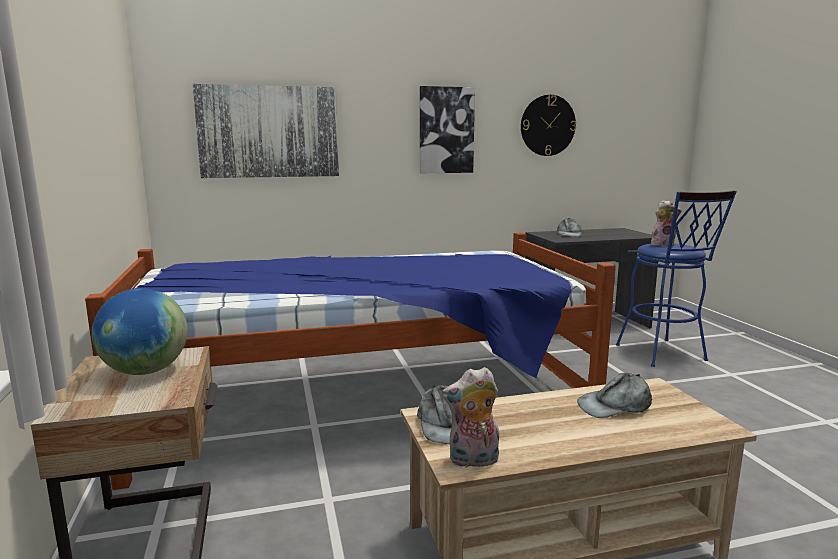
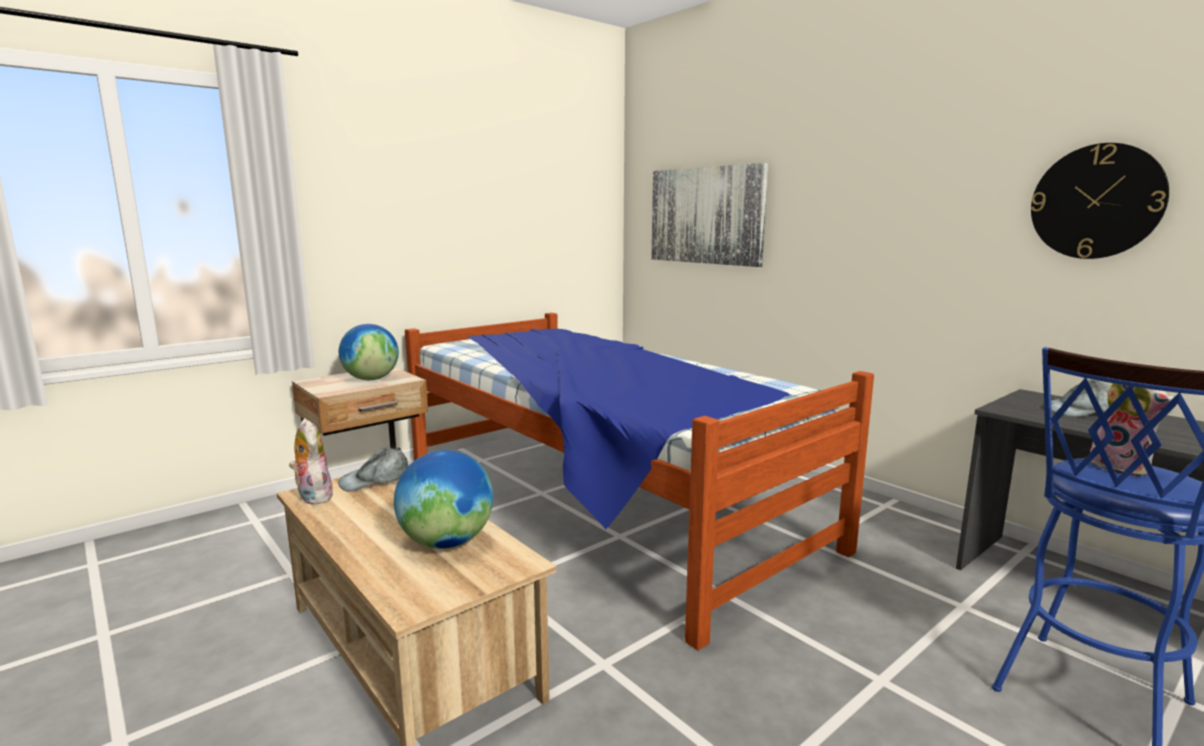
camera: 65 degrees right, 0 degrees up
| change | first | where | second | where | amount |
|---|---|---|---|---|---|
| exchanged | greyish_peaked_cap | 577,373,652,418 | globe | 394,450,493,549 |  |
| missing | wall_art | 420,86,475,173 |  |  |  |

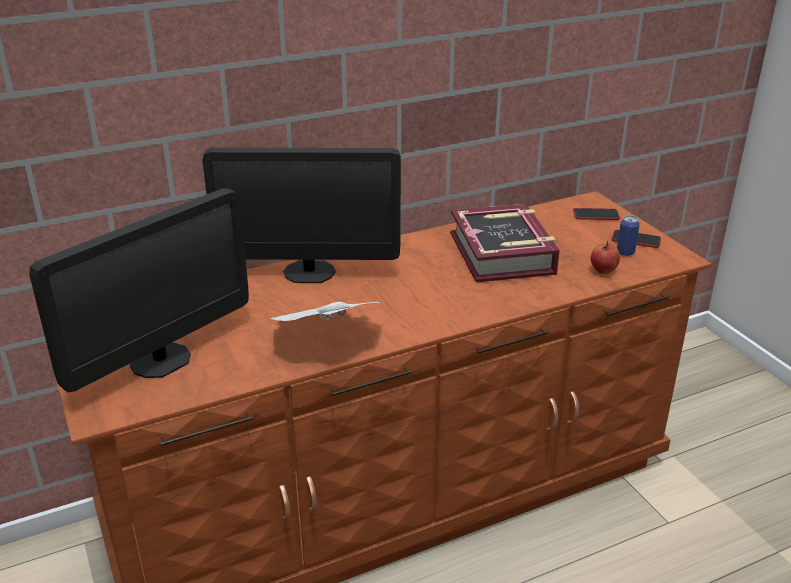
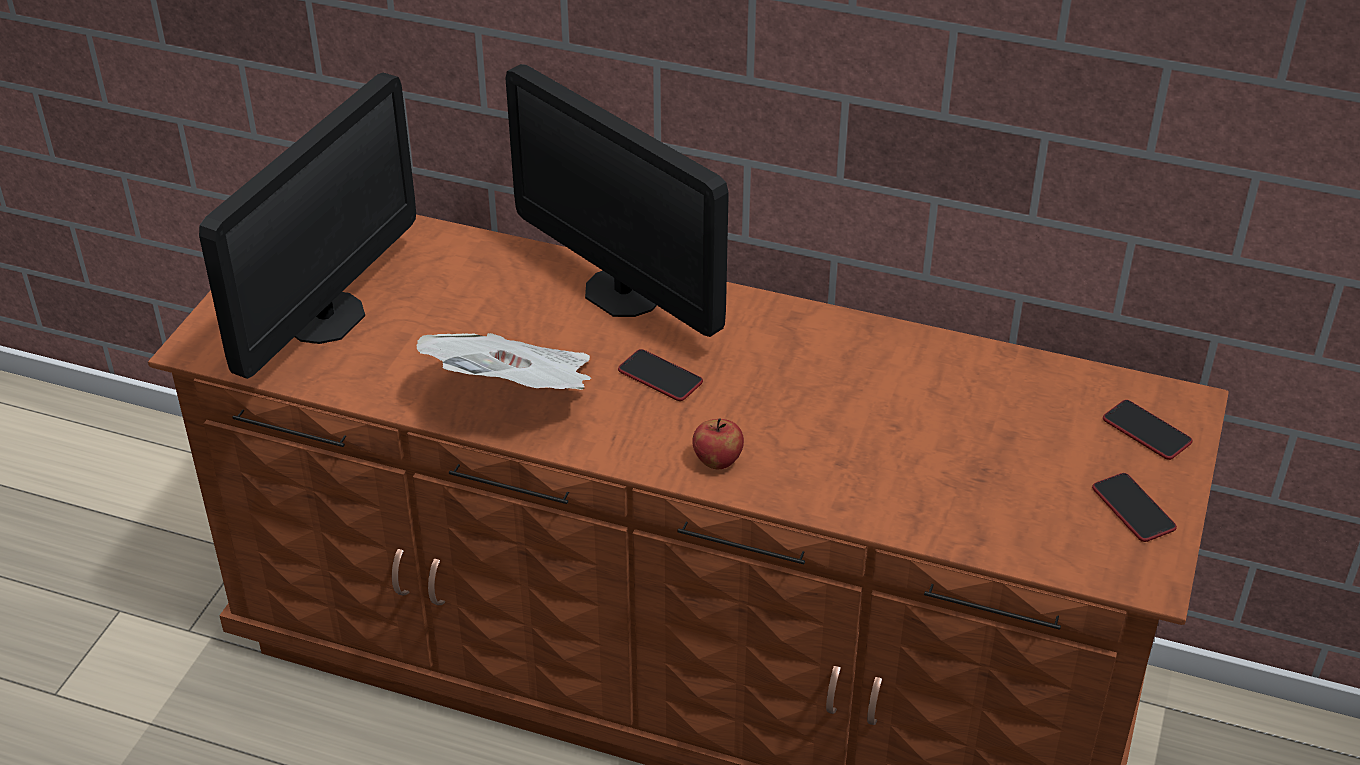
camera: 45 degrees right, 10 degrees up
| change | first | where | second | where | amount |
|---|---|---|---|---|---|
| spun | computer_screen | 29,188,249,393 |  | 199,73,416,379 | 60 degrees counterclockwise |
| appeared |  |  | phone | 618,349,703,401 |  |
| relocated | apple_fruit | 591,241,620,274 |  | 692,418,744,469 |  |
| missing | volume | 451,204,560,283 |  |  |  |
| missing | can | 617,215,640,256 |  |  |  |

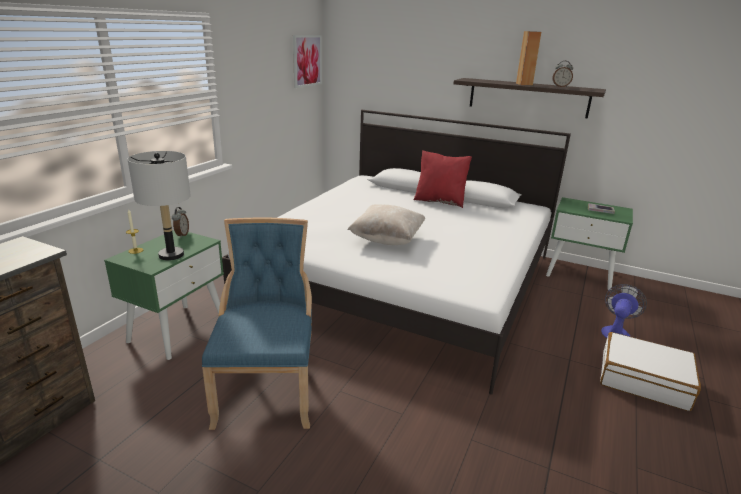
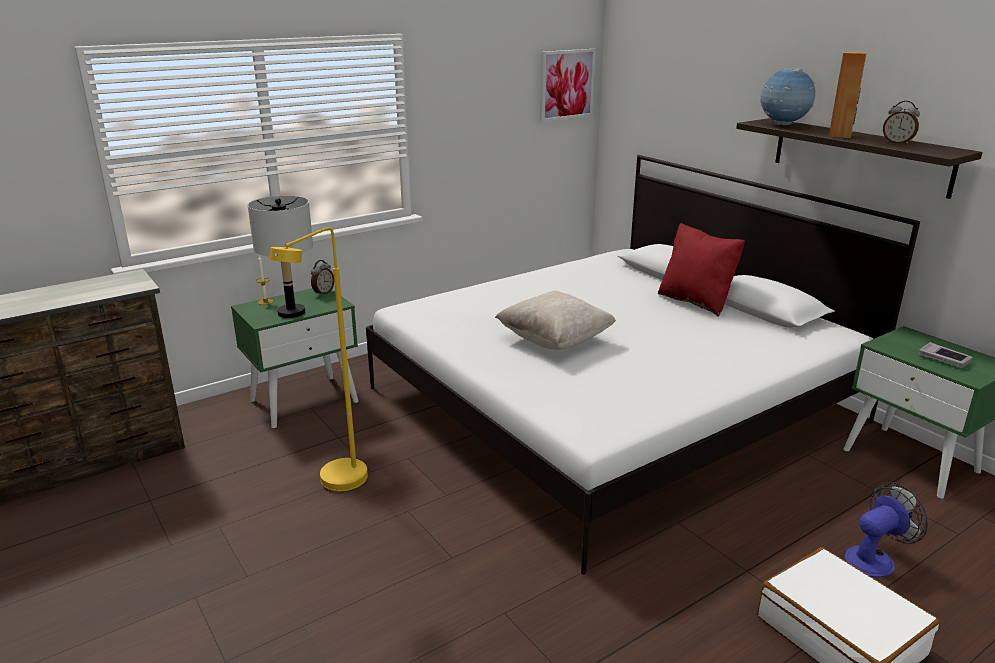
camera: 30 degrees right, 0 degrees up
| change | first | where | second | where | amount |
|---|---|---|---|---|---|
| exchanged | blue_upright_chair | 202,217,312,430 | yellow_standard_lamp | 270,227,368,491 |  |
| appeared |  |  | globe | 760,67,816,126 |  |

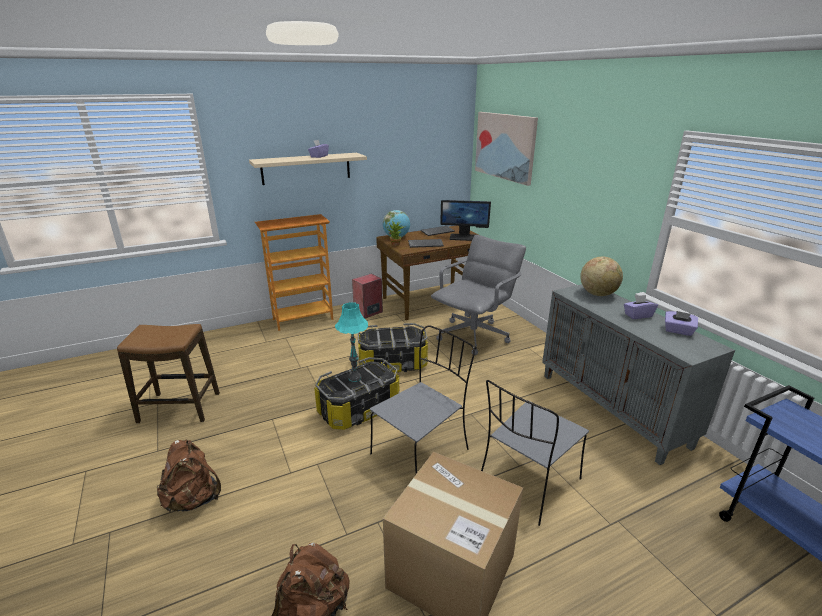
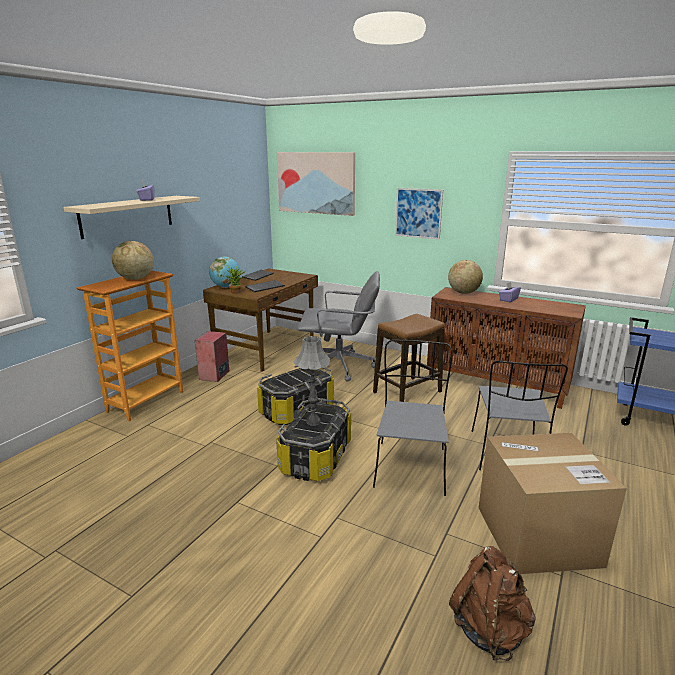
camera: 35 degrees left, 5 degrees down
| change | first | where | second | where | amount |
|---|---|---|---|---|---|
| appeared |  |  | globe | 112,241,154,280 |  |
| colour | blue-green_table_lamp | 335,302,368,382 | greyish_table_lamp | 294,336,330,426 |  |
| spun | greyish_desk_chair | 431,235,526,355 |  | 297,271,380,381 | 90 degrees clockwise |
| relocated | sitting_stool | 117,324,220,423 |  | 373,314,445,402 |  |
| appeared |  |  | wall_art | 395,188,443,240 |  |
| colour | greyish_storage_cabinet | 542,284,735,465 | brown-coloured_storage_cabinet | 427,287,586,409 |  |
| missing | brown-coloured_knapsack | 157,440,221,512 |  |  |  |
| missing | computer_screen | 440,200,491,241 |  |  |  |
| missing | purple_tissue_box | 665,311,698,336 |  |  |  |

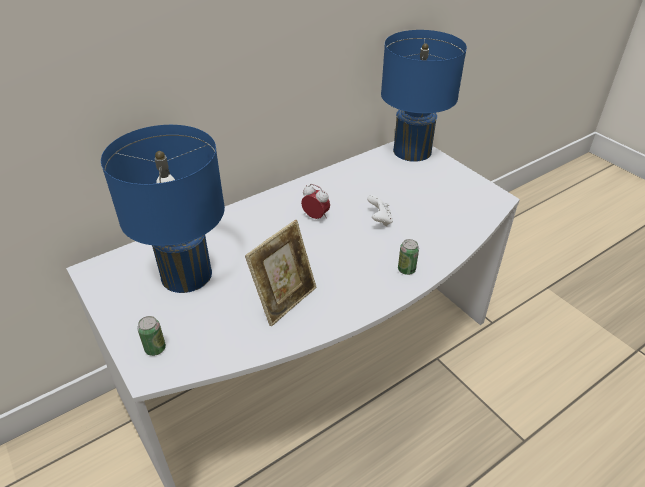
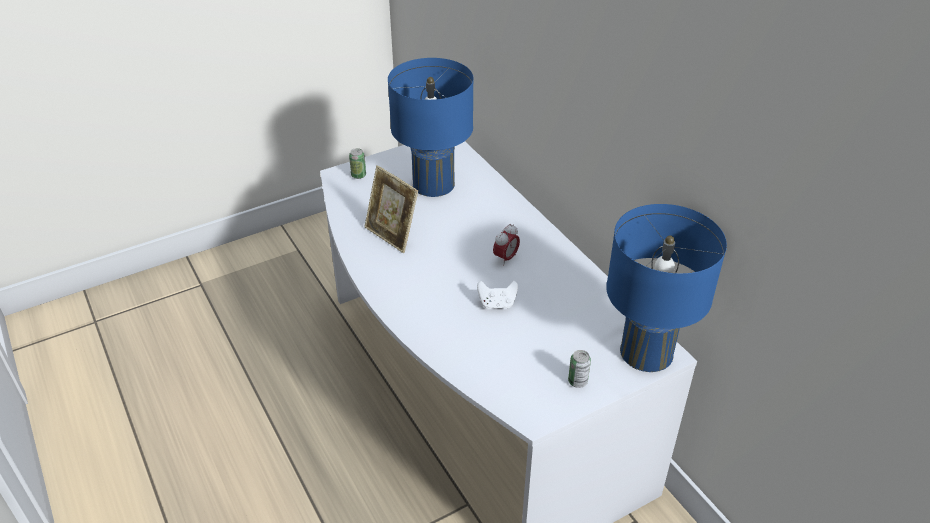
camera: 95 degrees right, 0 degrees up
| change | first | where | second | where | amount |
|---|---|---|---|---|---|
| relocated | can | 398,239,419,275 |  | 568,350,591,388 |  |

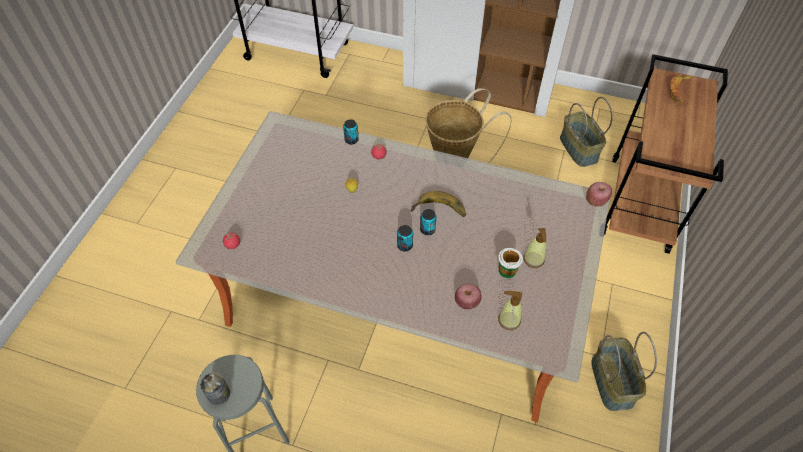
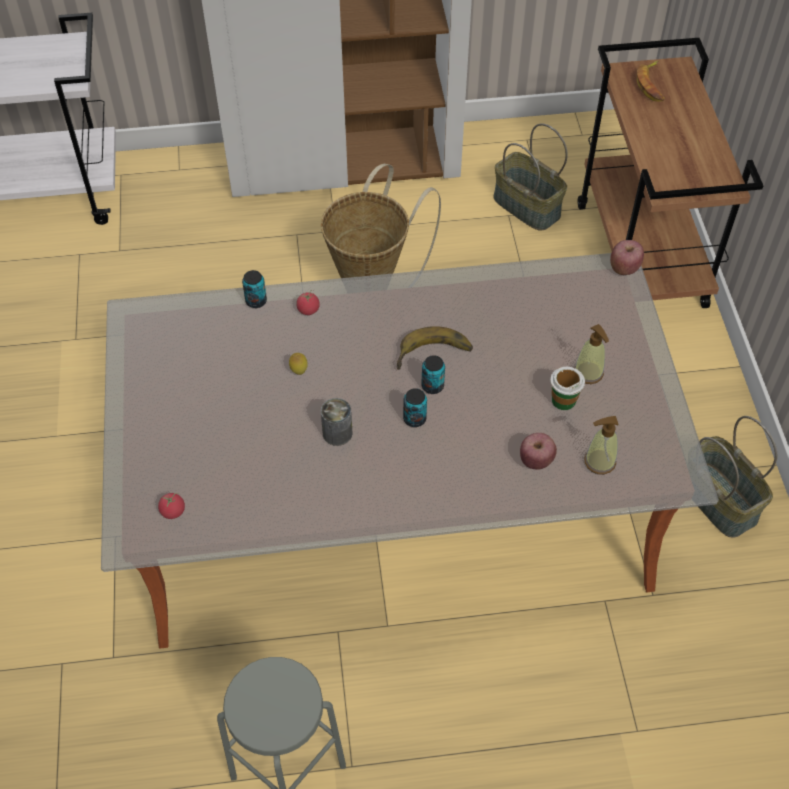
camera: 25 degrees left, 0 degrees up
| change | first | where | second | where | amount |
|---|---|---|---|---|---|
| relocated | can | 200,372,230,405 |  | 321,398,353,446 |  |

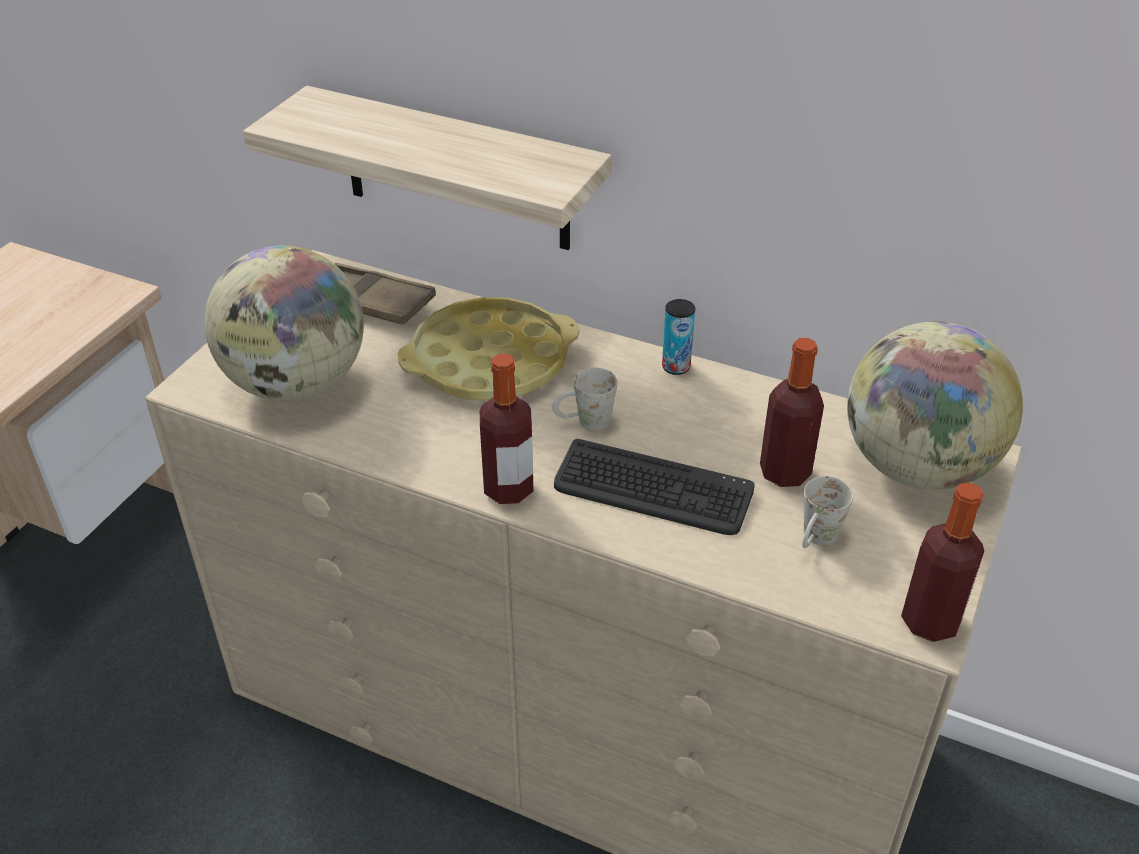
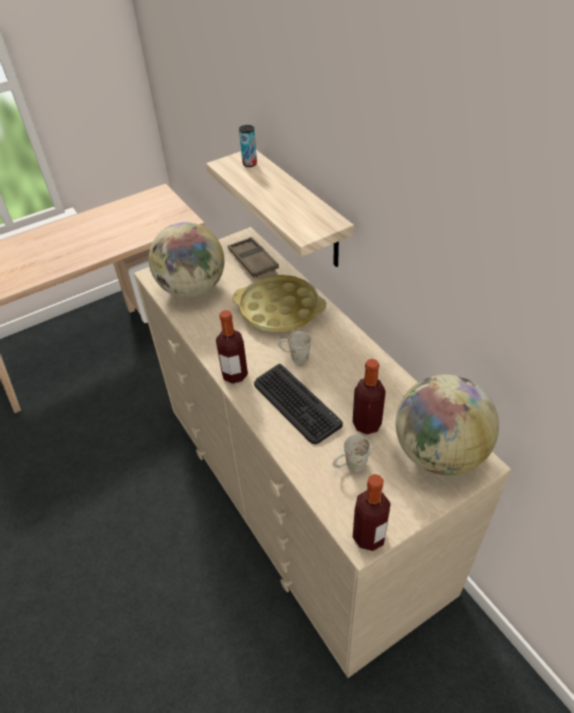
camera: 35 degrees right, 5 degrees up
| change | first | where | second | where | amount |
|---|---|---|---|---|---|
| relocated | can | 662,299,695,375 |  | 239,125,257,167 |  |

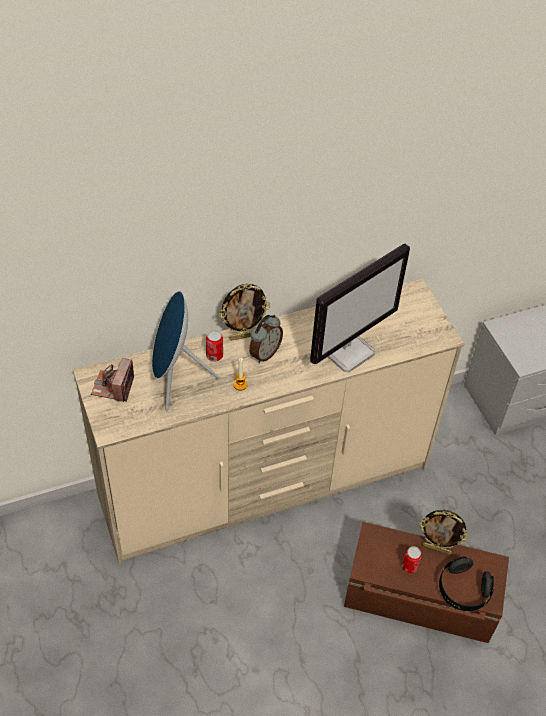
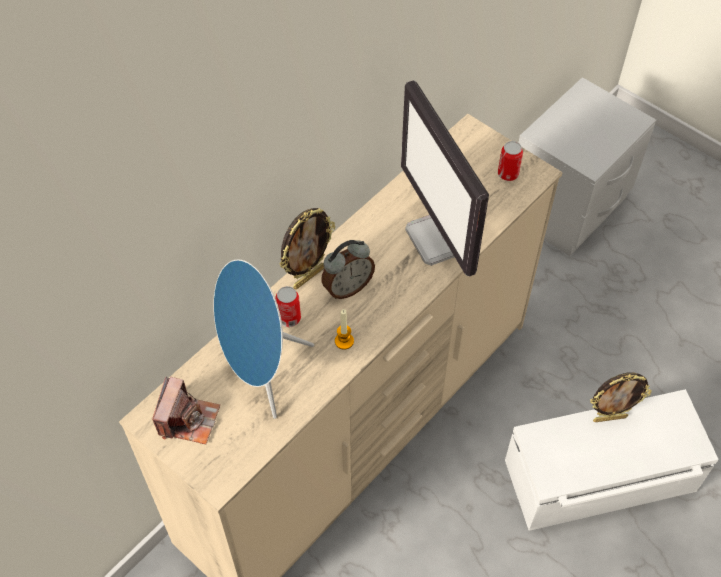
camera: 25 degrees left, 5 degrees up
| change | first | where | second | where | amount |
|---|---|---|---|---|---|
| spun | photo_camera | 91,358,134,402 |  | 152,377,220,444 | 150 degrees counterclockwise |
| spun | table_clock | 249,315,283,363 |  | 321,240,375,299 | 45 degrees clockwise |
| spun | computer_screen | 310,244,410,372 |  | 401,80,489,276 | 135 degrees clockwise |
| relocated | can | 402,546,422,573 |  | 498,141,523,181 |  |
| colour | brown-coloured_storage_bin | 344,522,509,643 | whitish_storage_bin | 505,389,719,531 |  |
| missing | black_headphones | 439,556,494,611 |  |  |  |

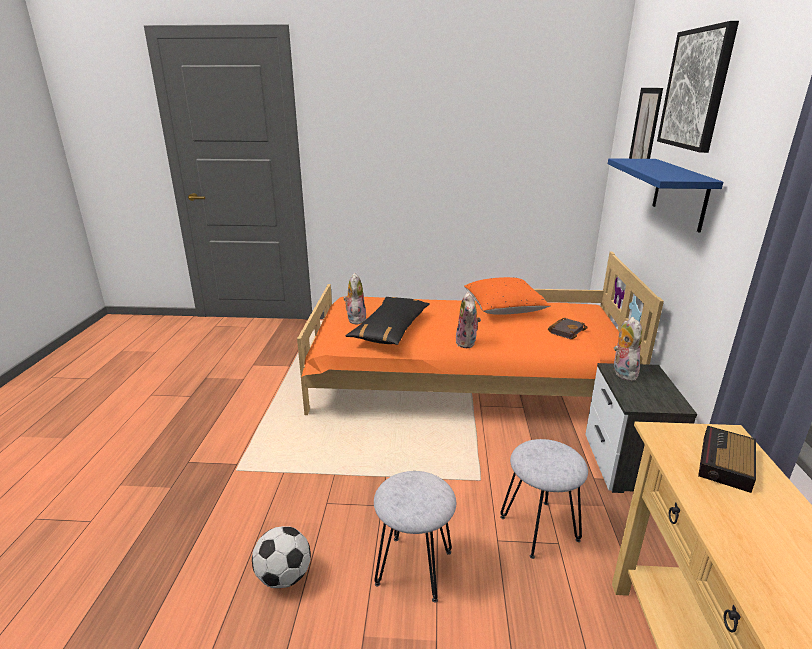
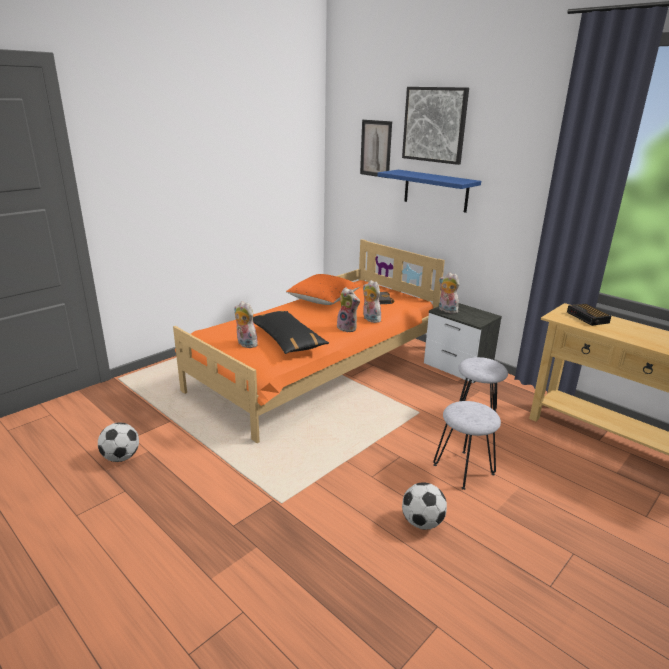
camera: 50 degrees left, 0 degrees up
| change | first | where | second | where | amount |
|---|---|---|---|---|---|
| appeared |  |  | football_ball | 98,423,139,462 |  |
| appeared |  |  | plush_toy | 363,280,382,323 |  |

